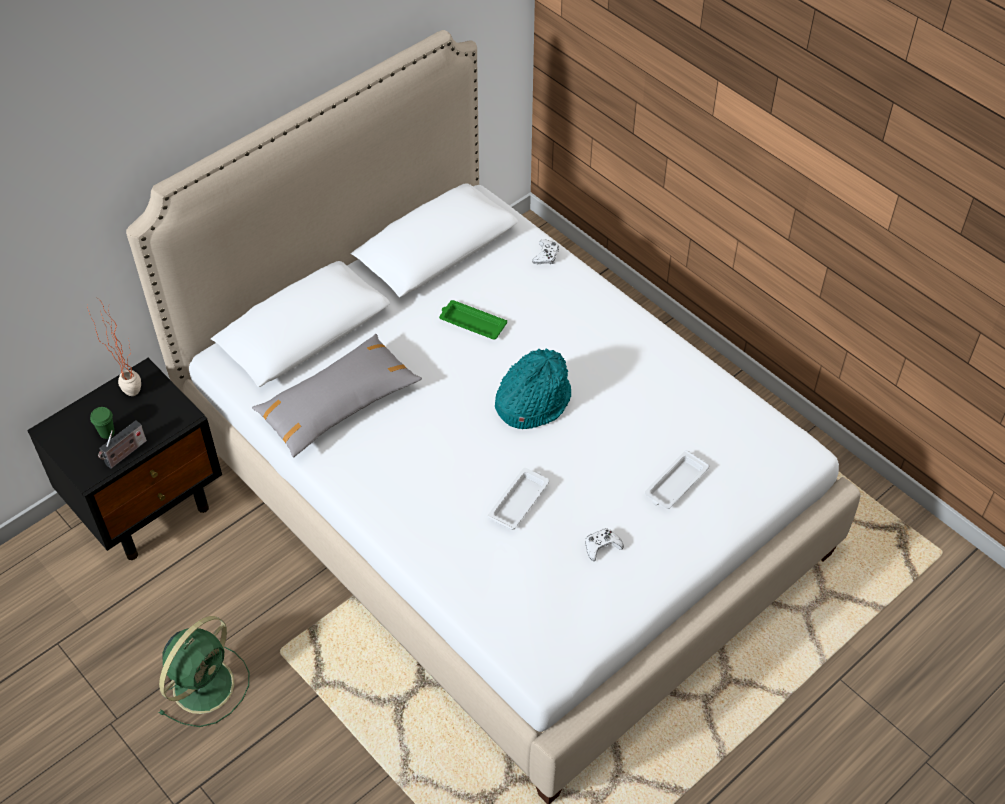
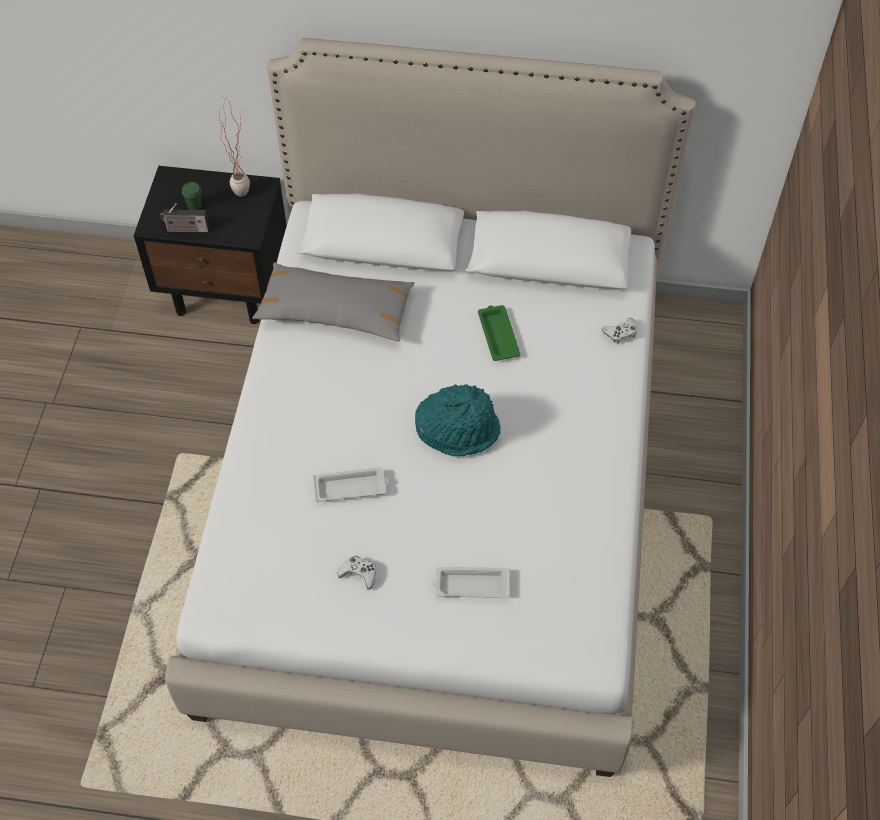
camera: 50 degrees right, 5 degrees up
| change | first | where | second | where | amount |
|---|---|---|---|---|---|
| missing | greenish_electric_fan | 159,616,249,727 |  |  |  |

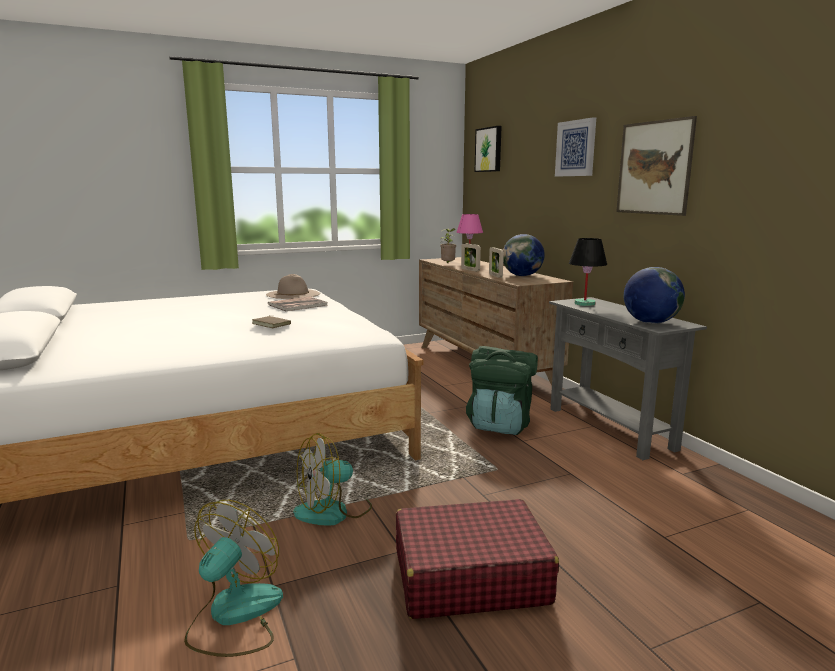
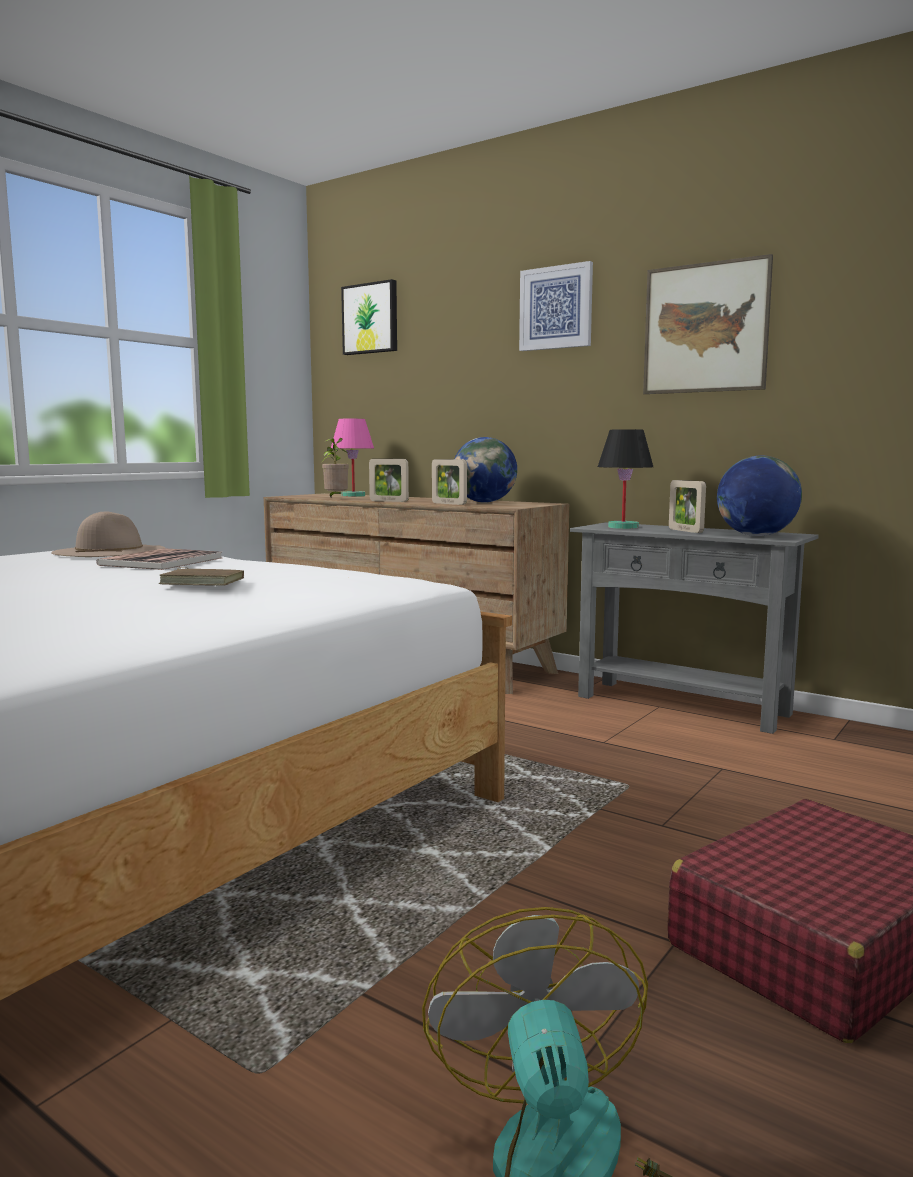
camera: 30 degrees left, 5 degrees down
| change | first | where | second | where | amount |
|---|---|---|---|---|---|
| appeared |  |  | photo_frame | 669,480,706,533 |  |
| missing | electric_fan | 293,433,372,526 |  |  |  |
| missing | greenish_knapsack | 466,346,538,435 |  |  |  |

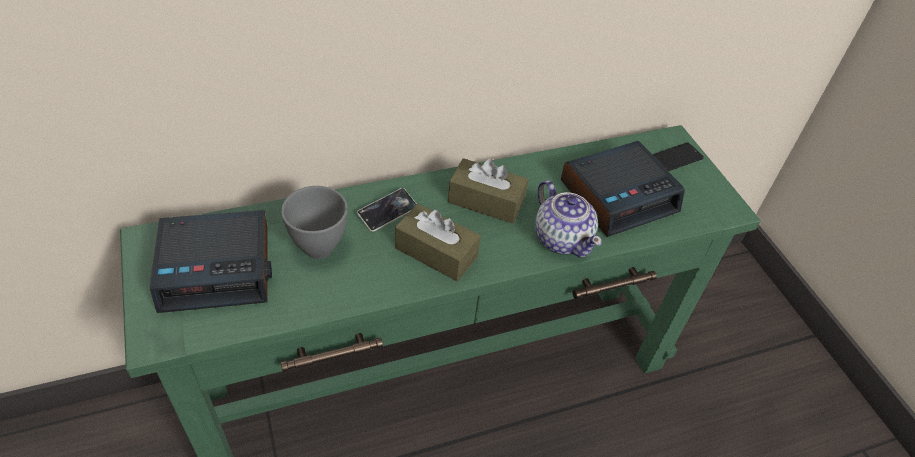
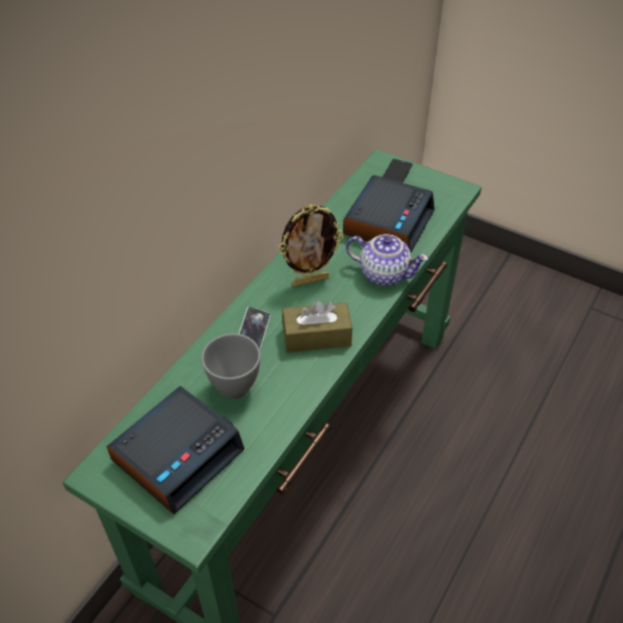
camera: 35 degrees left, 0 degrees up
| change | first | where | second | where | amount |
|---|---|---|---|---|---|
| exchanged | brown-coloured_tissue_box | 448,158,528,224 | photo_frame | 278,205,344,286 |  |

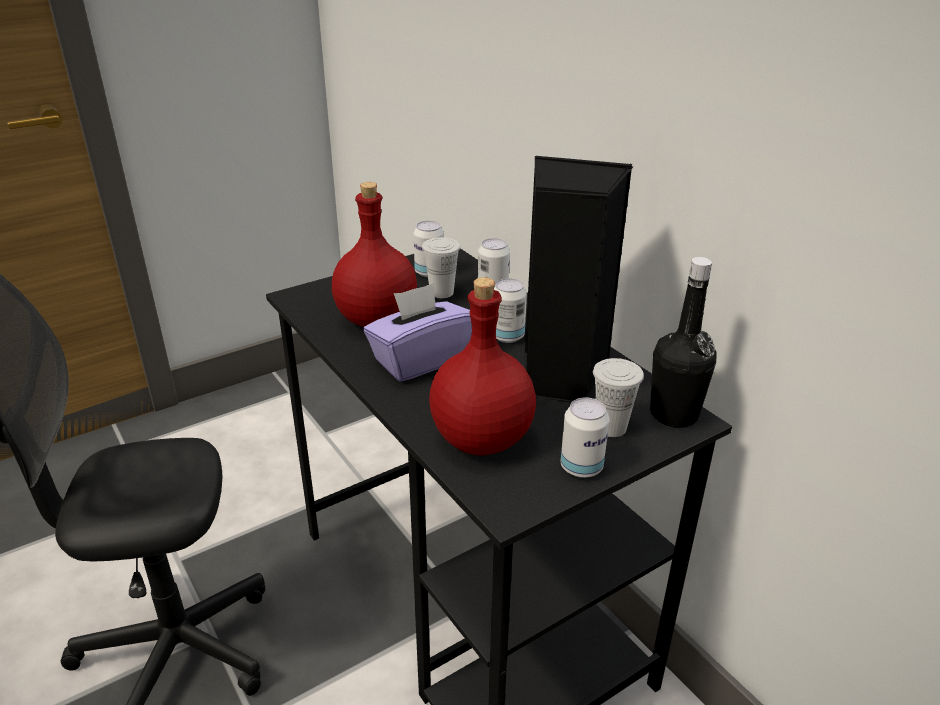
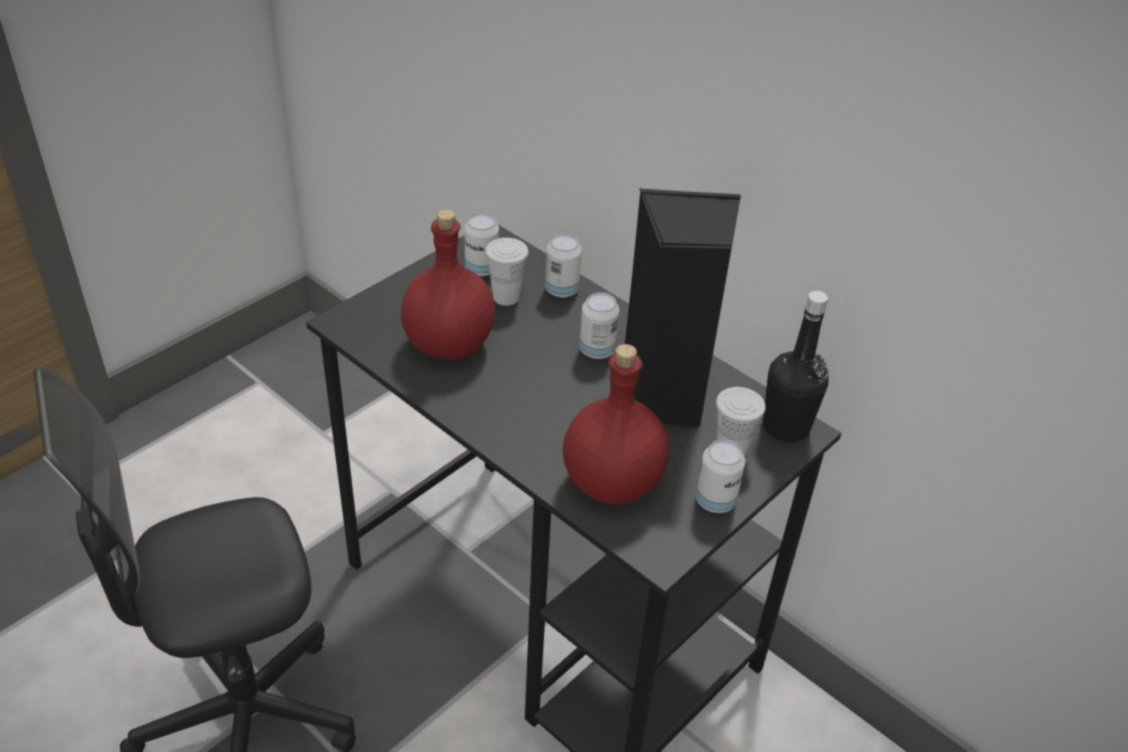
camera: 15 degrees left, 10 degrees up
| change | first | where | second | where | amount |
|---|---|---|---|---|---|
| missing | purple_tissue_box | 363,283,472,382 |  |  |  |

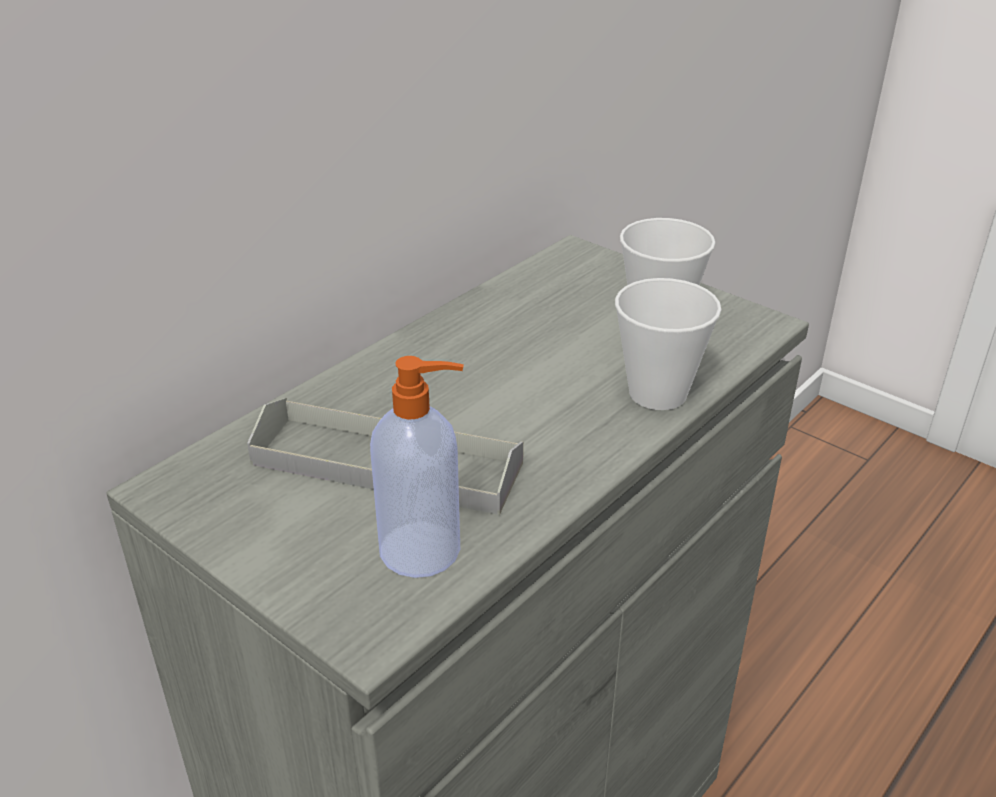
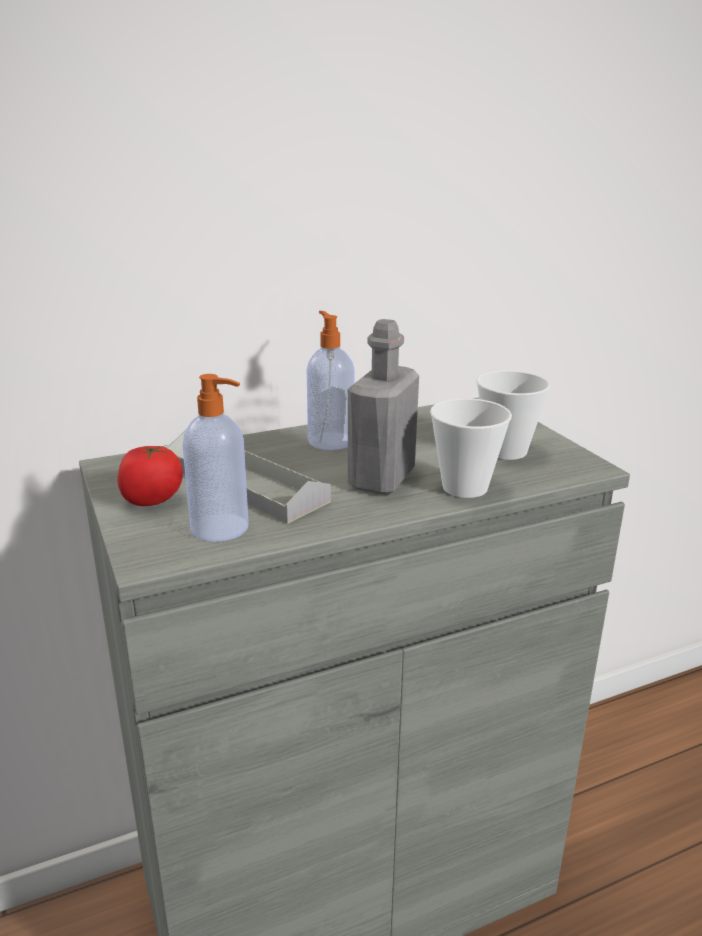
camera: 25 degrees right, 10 degrees down
| change | first | where | second | where | amount |
|---|---|---|---|---|---|
| appeared |  |  | tomato | 117,445,183,506 |  |
| appeared |  |  | liquid_soap_bottle | 307,311,355,450 |  |
| appeared |  |  | greyish_bottle | 348,319,419,495 |  |

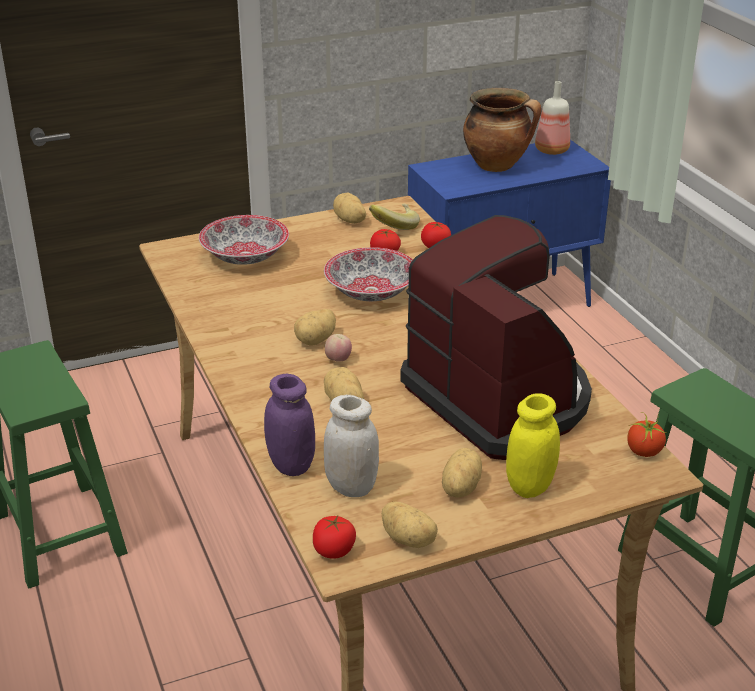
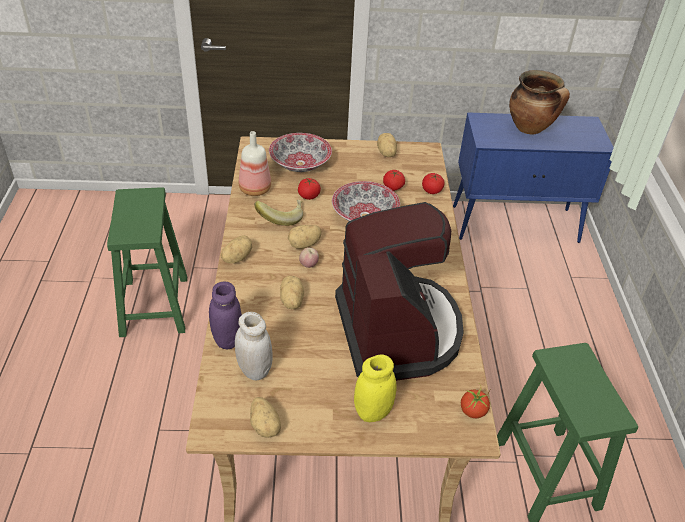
camera: 20 degrees right, 10 degrees up
| change | first | where | second | where | amount |
|---|---|---|---|---|---|
| relocated | potato | 442,448,482,498 |  | 221,235,252,264 |  |
| relocated | bottle | 535,81,570,155 |  | 239,131,271,196 |  |
| relocated | whole_banana | 369,204,420,230 |  | 254,200,303,226 |  |
| relocated | tomato | 313,516,356,559 |  | 298,178,321,200 |  |

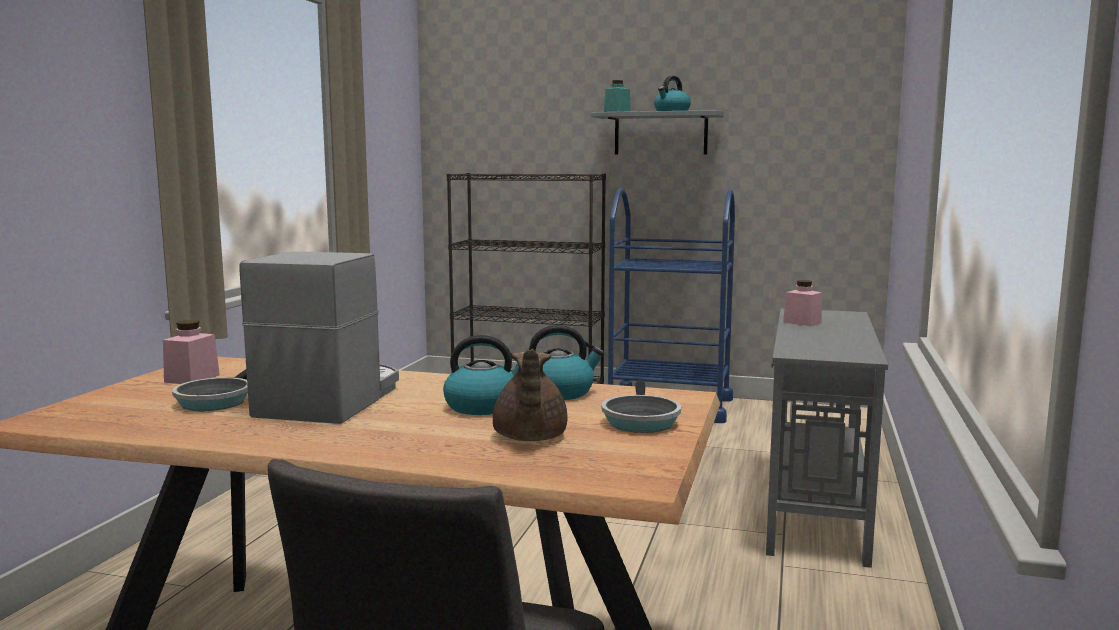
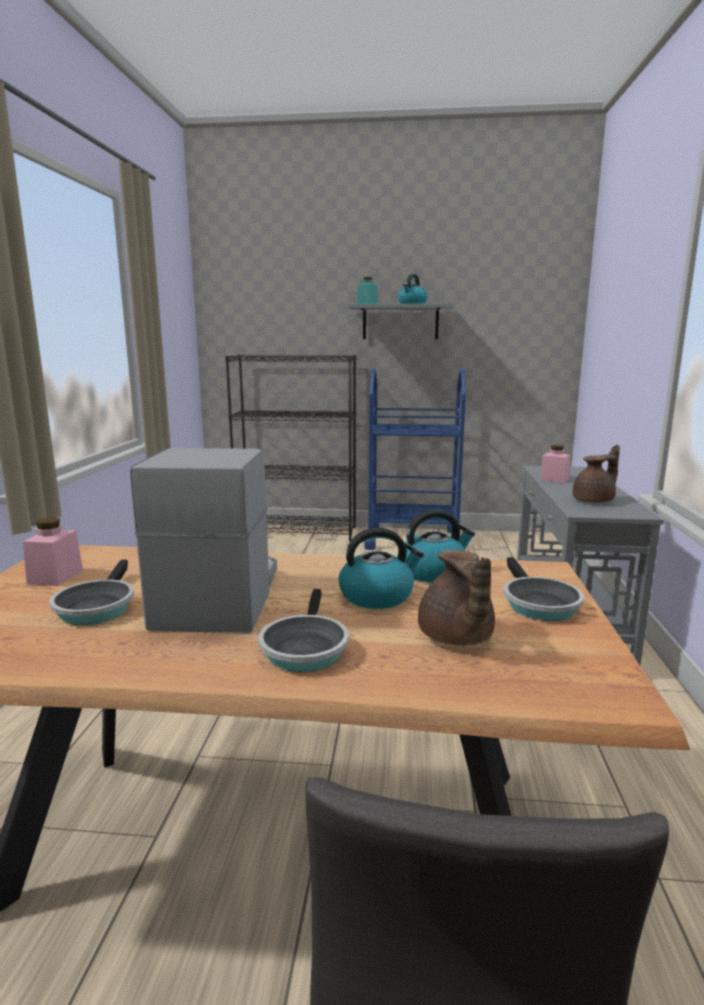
camera: 10 degrees left, 5 degrees up
| change | first | where | second | where | amount |
|---|---|---|---|---|---|
| appeared |  |  | pan | 258,589,349,672 |  |
| appeared |  |  | brown-coloured_pot_for_tea | 573,445,620,503 |  |

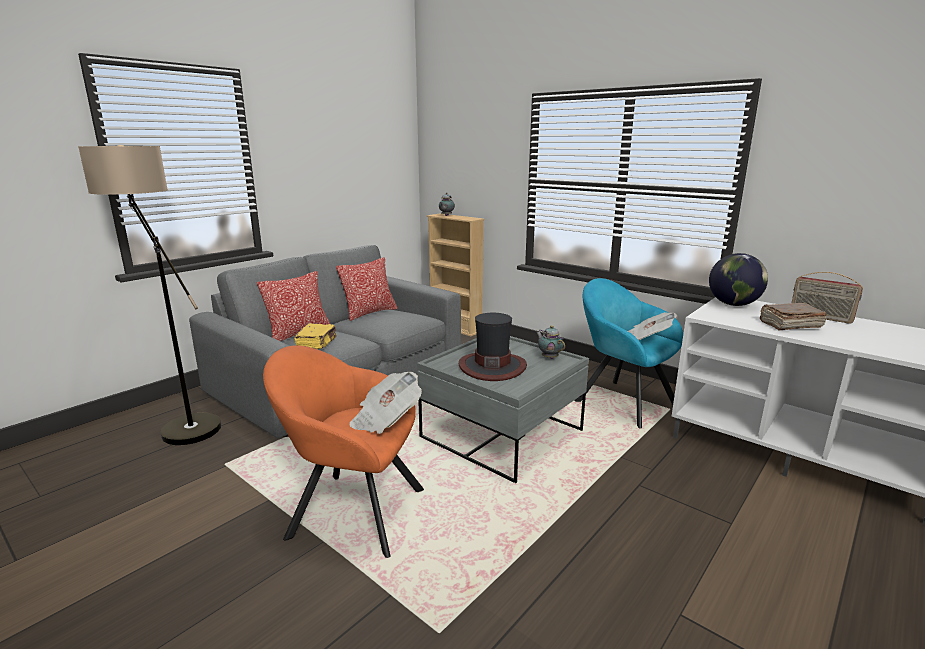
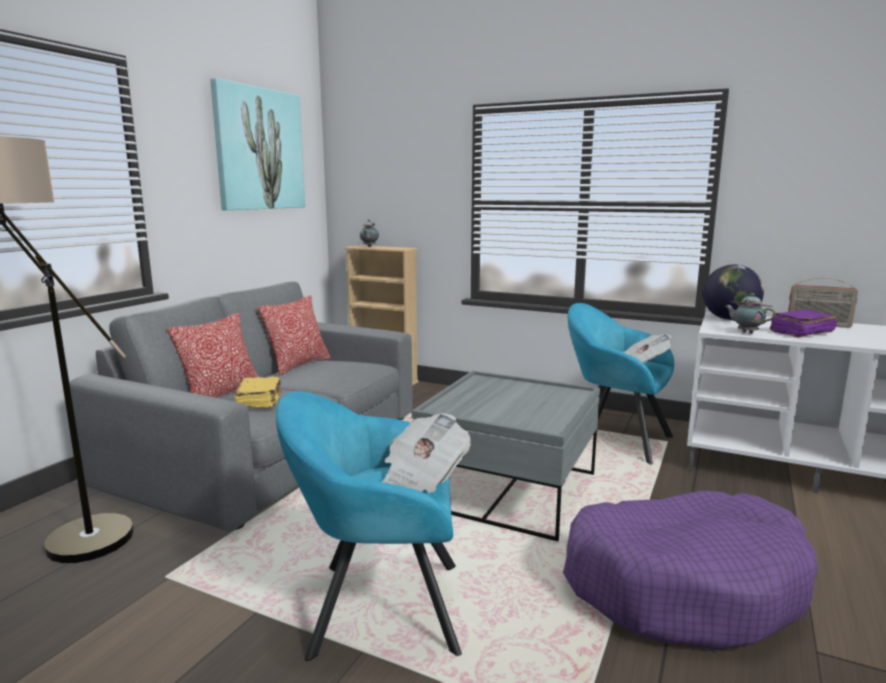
camera: 15 degrees left, 5 degrees down
| change | first | where | second | where | amount |
|---|---|---|---|---|---|
| appeared |  |  | wall_art | 210,78,305,210 |  |
| colour | orangey_armchair | 263,345,424,558 | blue-green_armchair | 276,391,462,661 |  |
| appeared |  |  | purple_dog_bed | 563,491,818,650 |  |
| relocated | pot_for_tea | 537,325,565,359 |  | 724,293,776,333 |  |
| colour | brown-coloured_volume | 760,303,827,330 | purple_volume | 770,310,838,338 |  |
| missing | hat | 459,313,527,381 |  |  |  |

